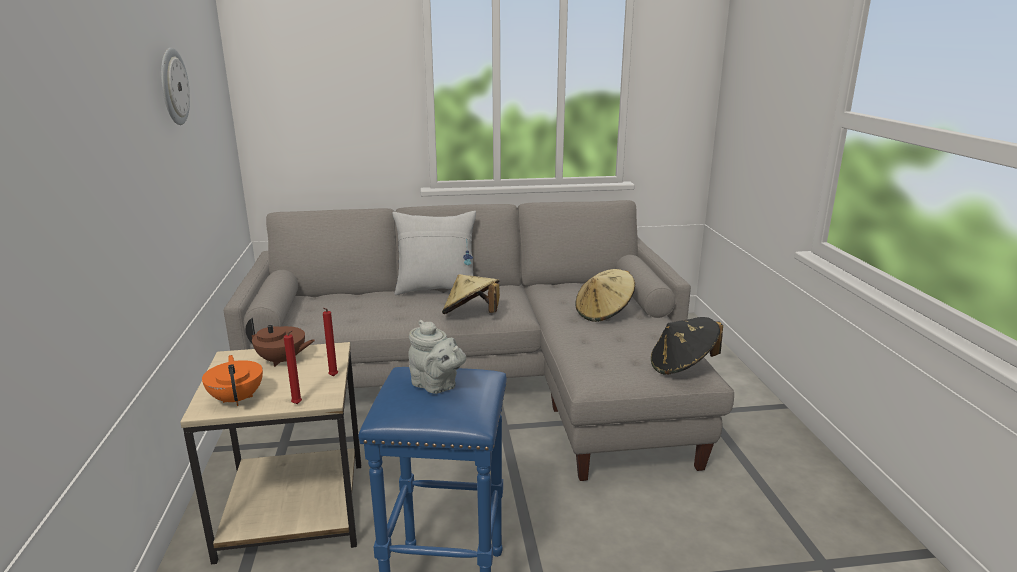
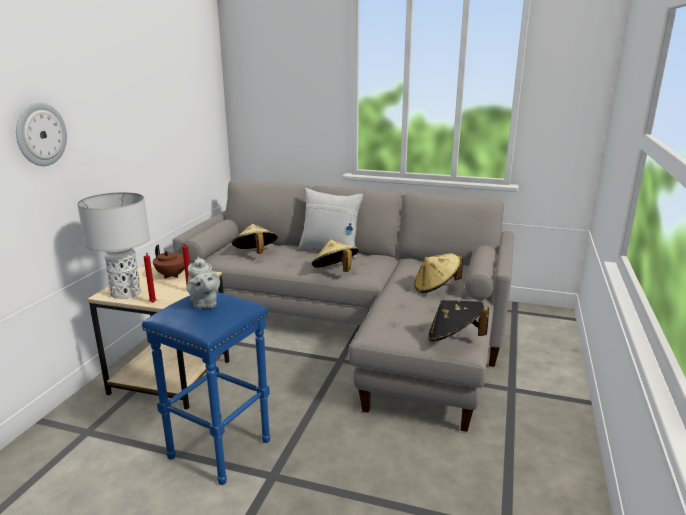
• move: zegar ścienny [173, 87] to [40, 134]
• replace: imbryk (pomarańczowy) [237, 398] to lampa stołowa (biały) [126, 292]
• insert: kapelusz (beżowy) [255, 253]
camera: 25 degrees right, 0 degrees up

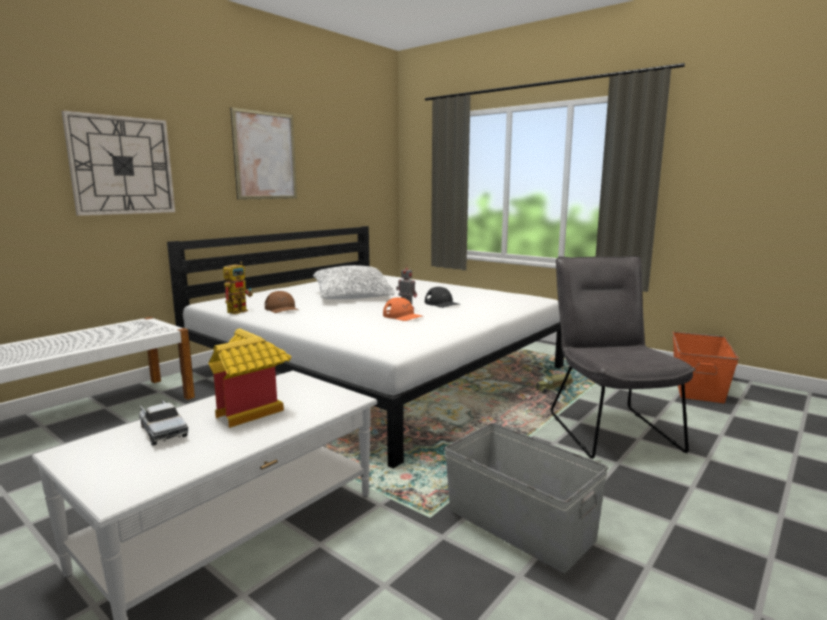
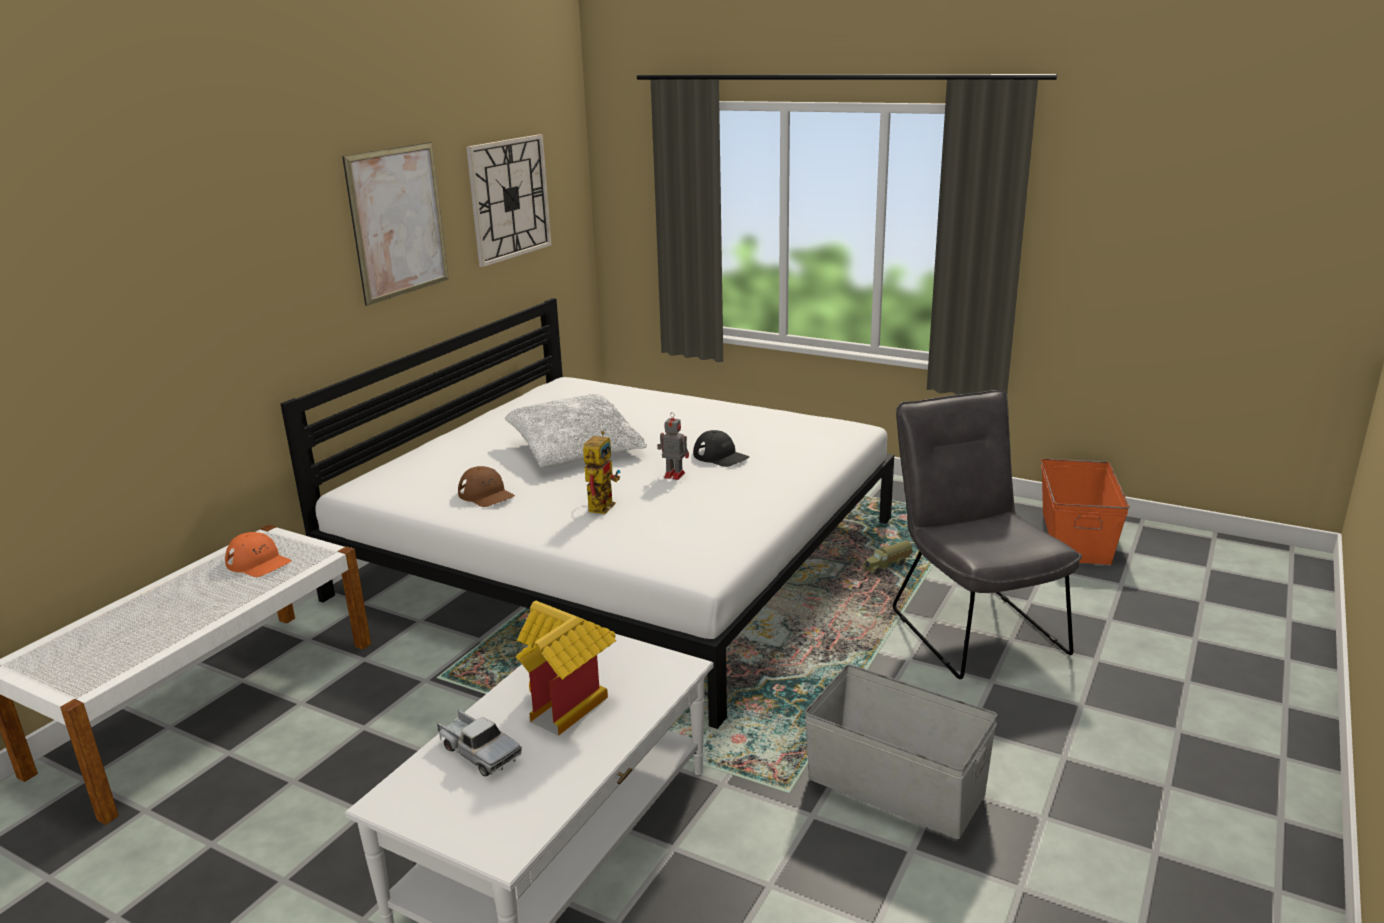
• move: zegar ścienny [122, 165] to [509, 199]
• move: robot zabawkowy [239, 310] to [601, 504]
• move: czapka z daszkiem (pomarańczowy) [403, 316] to [258, 562]
camera: 10 degrees left, 10 degrees up

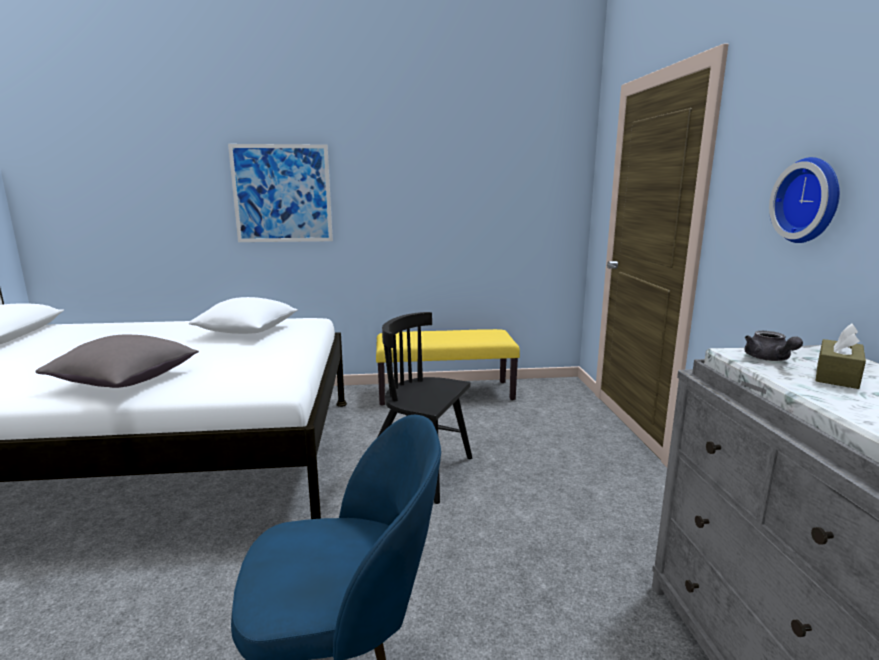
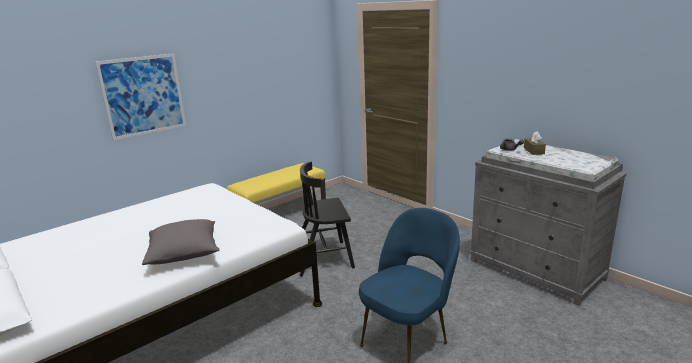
• delete: zegar ścienny [810, 200]
• delete: poduszka (biały) [248, 332]
camera: 35 degrees left, 5 degrees up

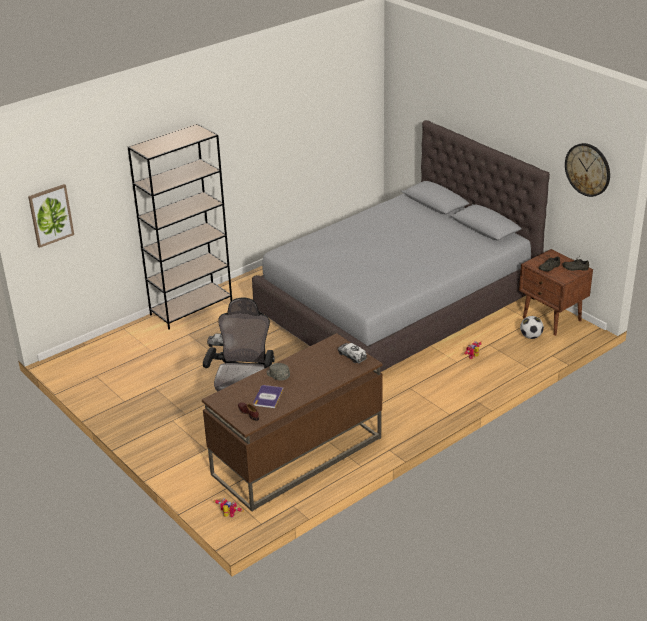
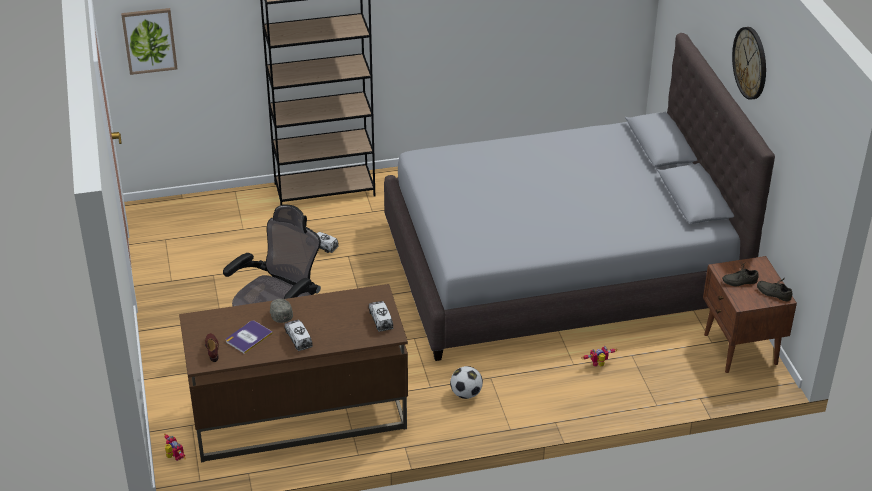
• move: zegar ścienny [588, 169] to [750, 63]
• move: piłka futbolowa [530, 336] to [466, 394]
• insert: ciężarówka zabawkowa [298, 339]
camera: 25 degrees right, 5 degrees up

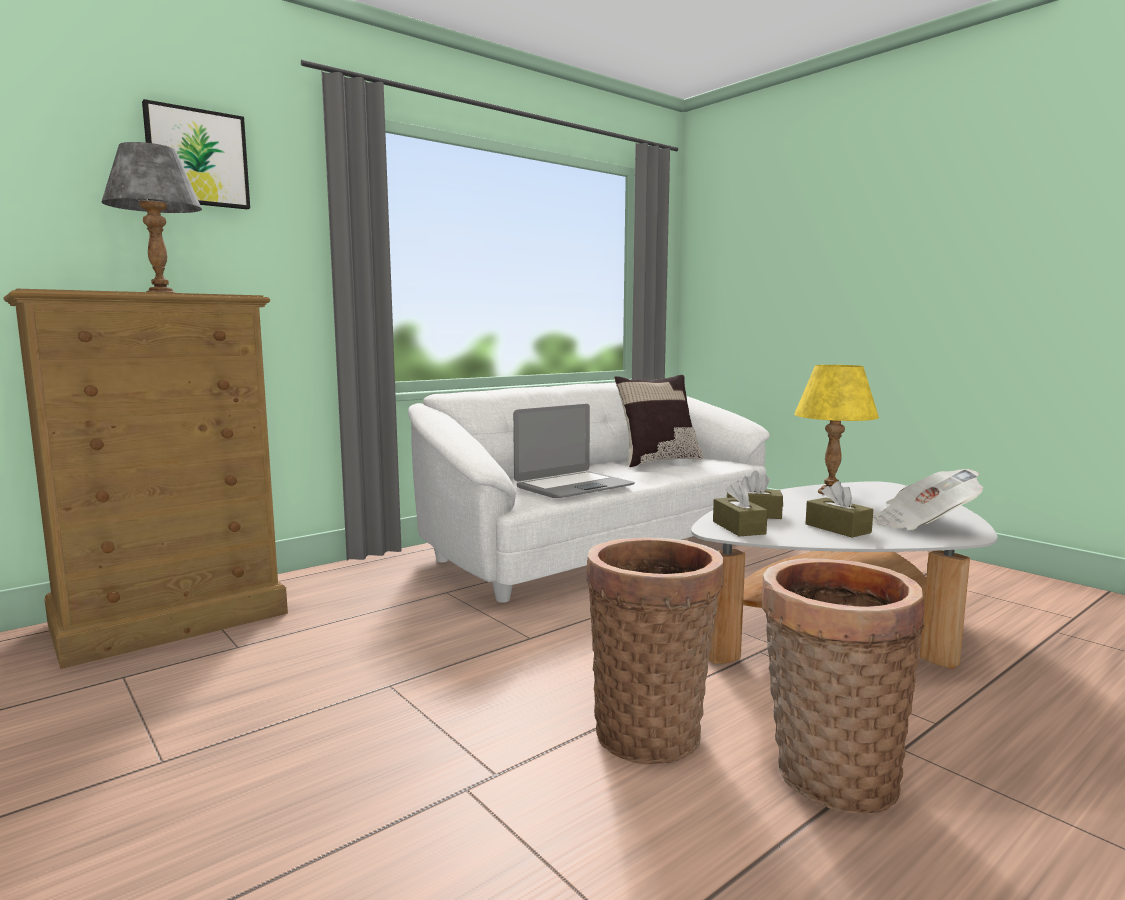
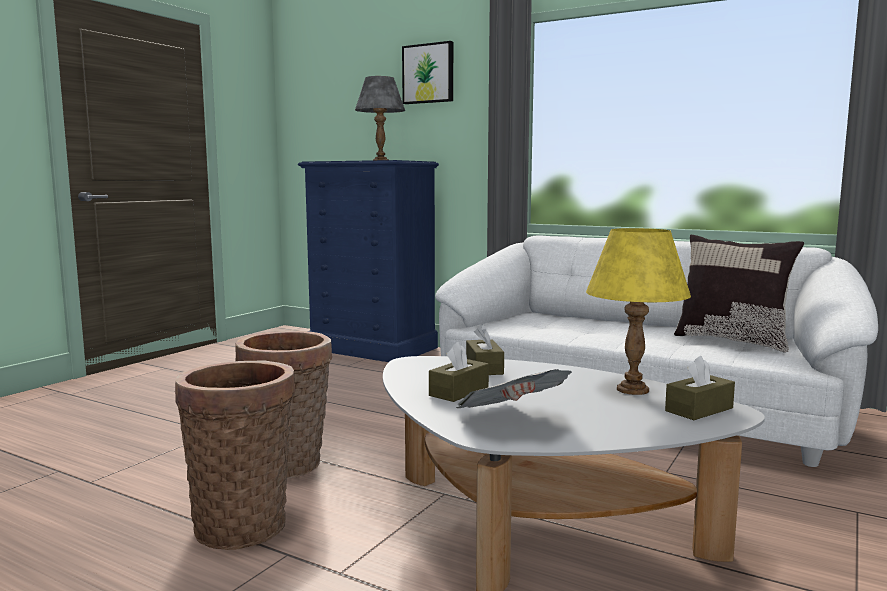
• recolor: komoda (brązowy) [172, 618] to komoda (niebieski) [373, 348]
• delete: laptop [573, 486]
• move: pudełko chusteczek (brązowy) [738, 527] to [699, 409]
camera: 70 degrees right, 0 degrees up

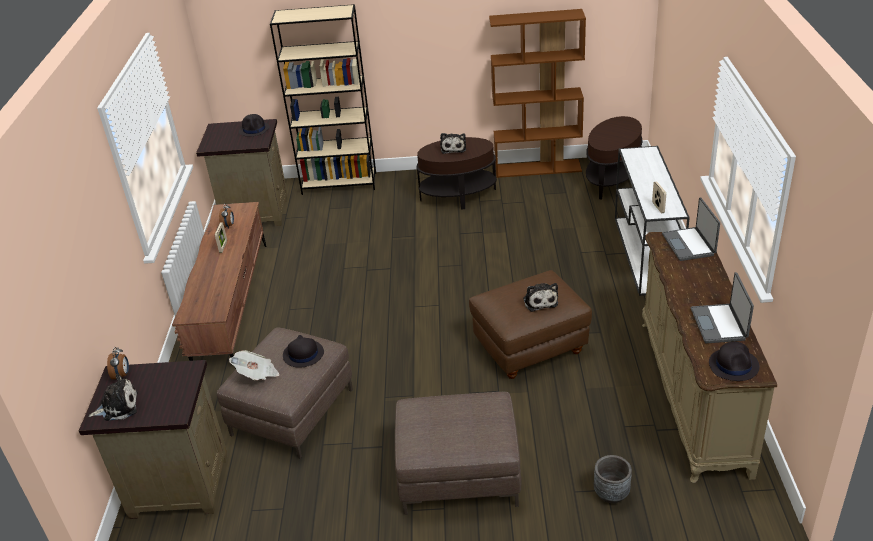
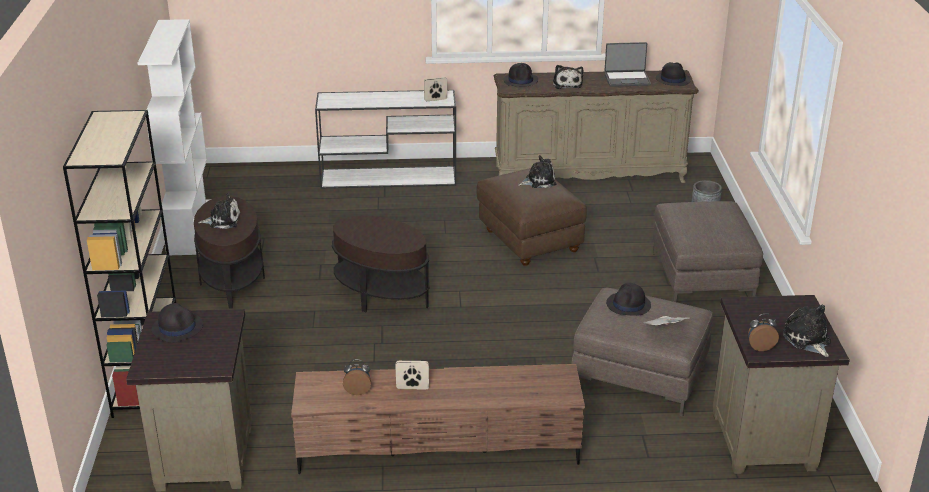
• recolor: regał (brązowy) [538, 168] to regał (biały) [189, 226]
• move: stolik (brązowy) [612, 180] to [381, 295]
• replace: laptop [689, 245] to kapelusz (czarny) [521, 80]
• insert: pluszak [567, 84]
camera: 95 degrees left, 5 degrees down

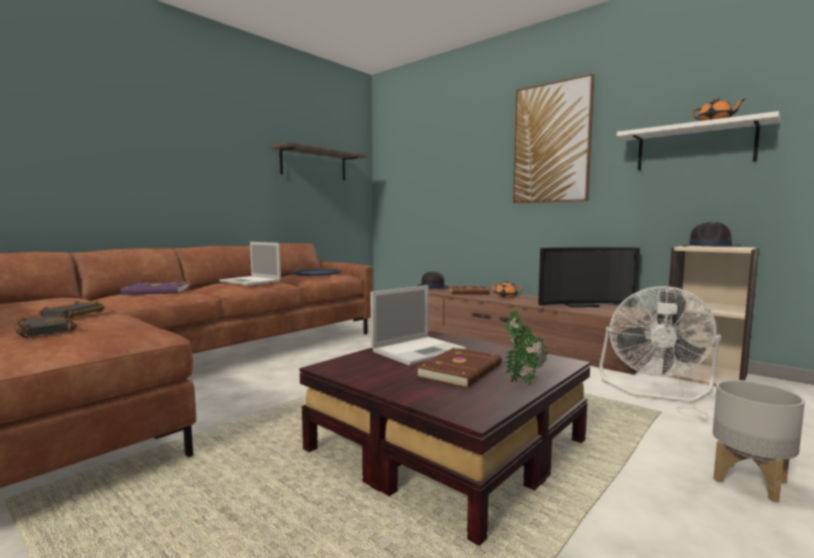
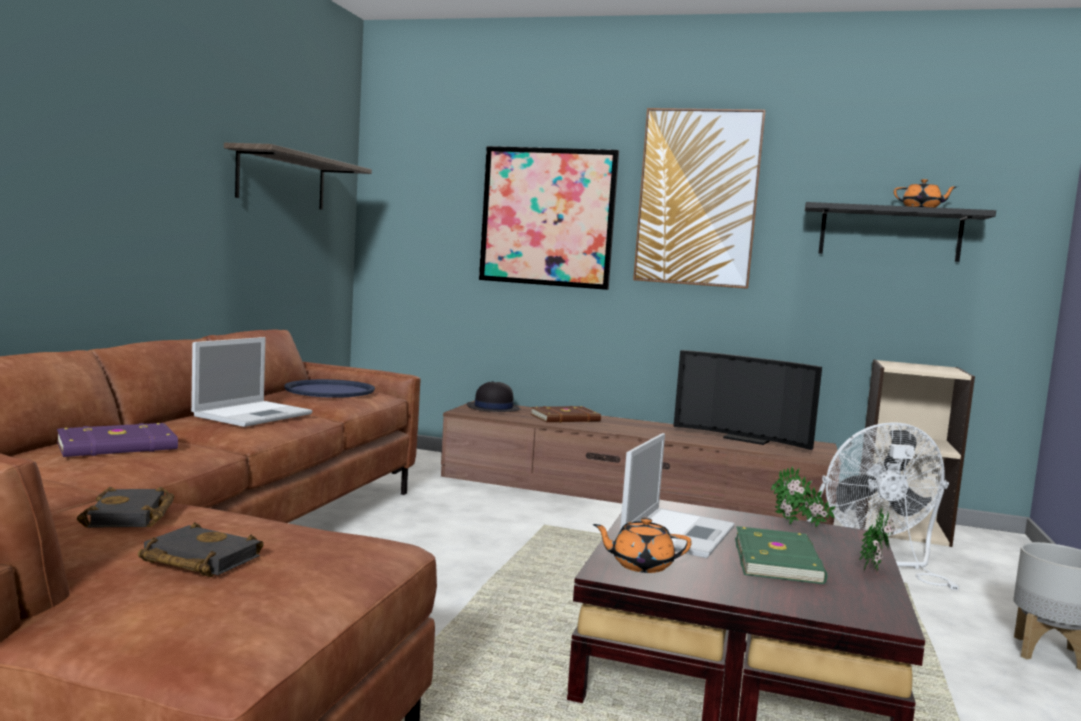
• recolor: półka (biały) [694, 147] to półka (czarny) [890, 233]
• delete: kapelusz (czarny) [710, 246]
• rotate: laptop [251, 281] = [254, 414] 75 degrees counterclockwise
• rotate: telewizor [581, 305] = [745, 439] 60 degrees clockwise
• move: imbryk (pomarańczowy) [505, 297] to [640, 565]
• recolor: książka (brązowy) [462, 371] to książka (zielony) [779, 560]
• insert: obraz [547, 217]
camera: 25 degrees left, 0 degrees up

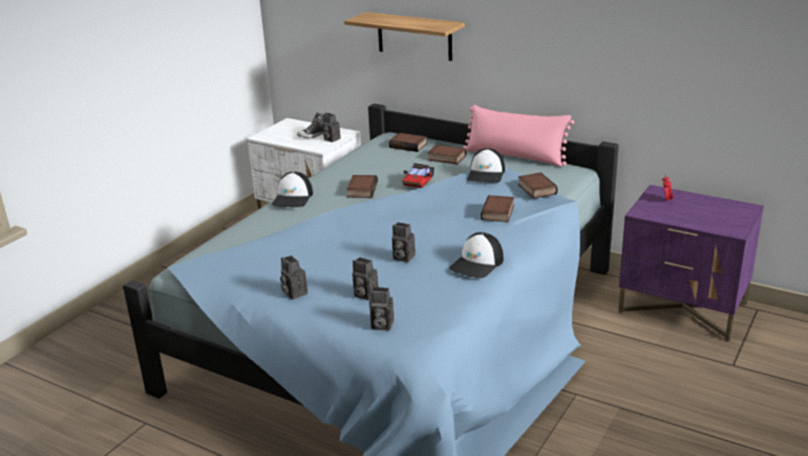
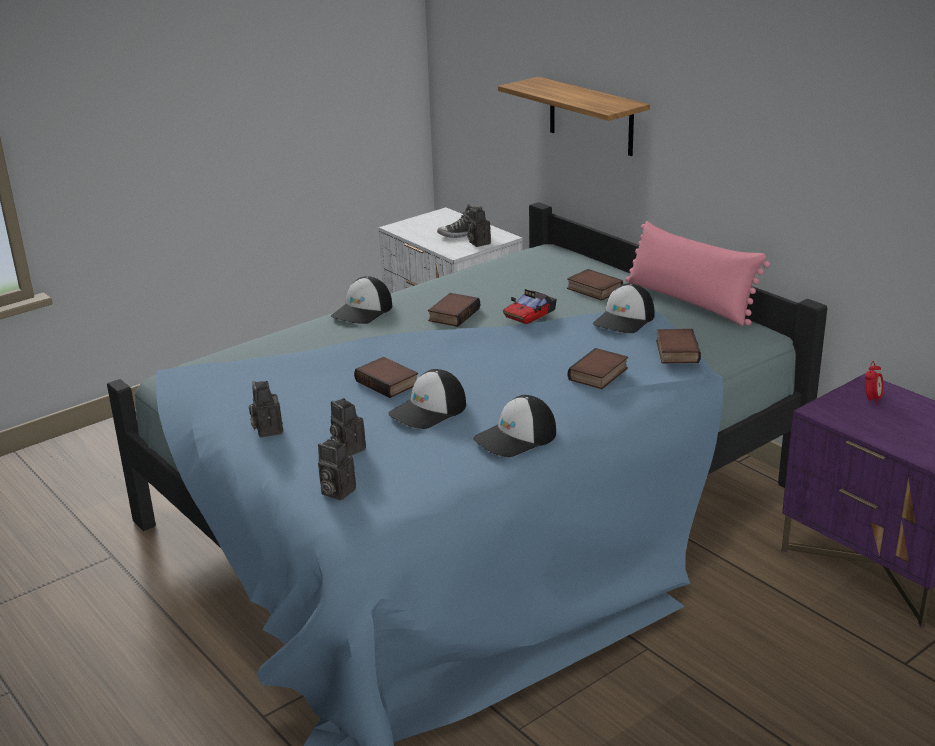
• move: książka [409, 145] to [389, 382]
• replace: aparat fotograficzny [402, 257] to czapka z daszkiem [429, 410]
camera: 20 degrees right, 0 degrees up

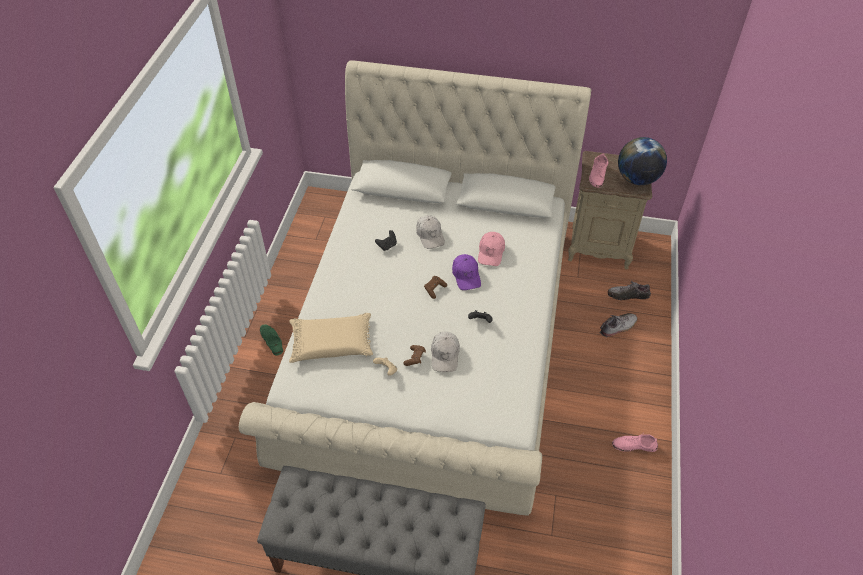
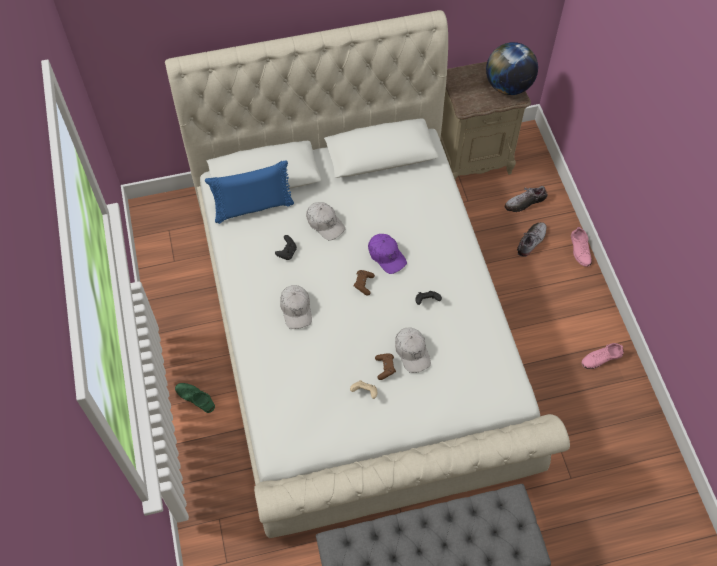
• move: but (różowy) [597, 175] to [580, 250]
• delete: czapka z daszkiem (różowy) [491, 252]
• delete: poduszka (beżowy) [331, 341]
• insert: poduszka (niebieski) [253, 207]
• insert: czapka z daszkiem (biały) [296, 309]
camera: 25 degrees left, 10 degrees up

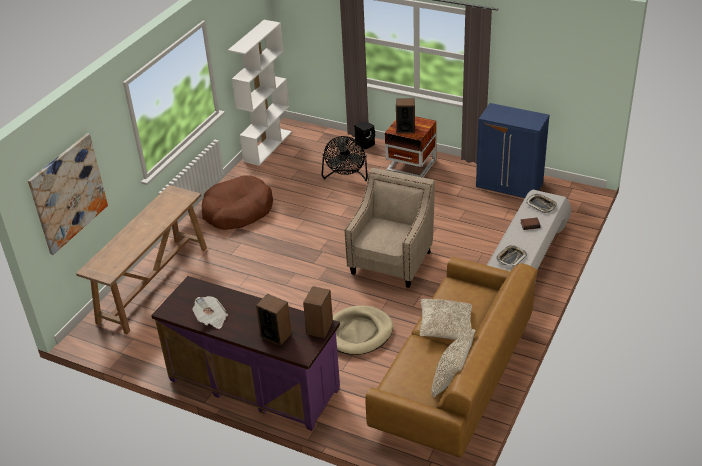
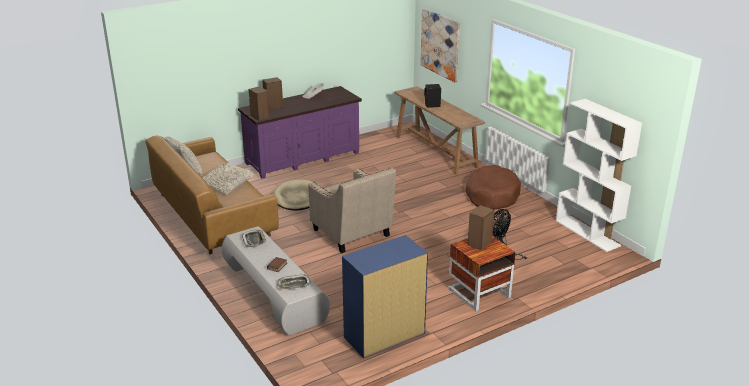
• move: głośnik (czarny) [365, 144] to [432, 105]
camera: 120 degrees right, 10 degrees down

